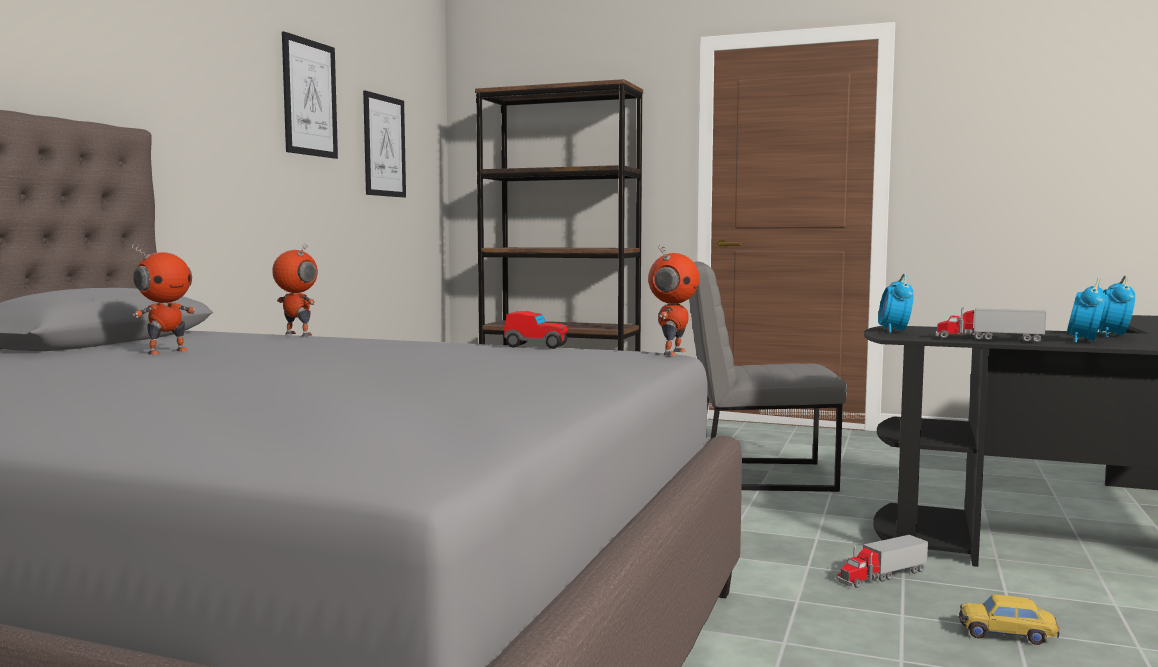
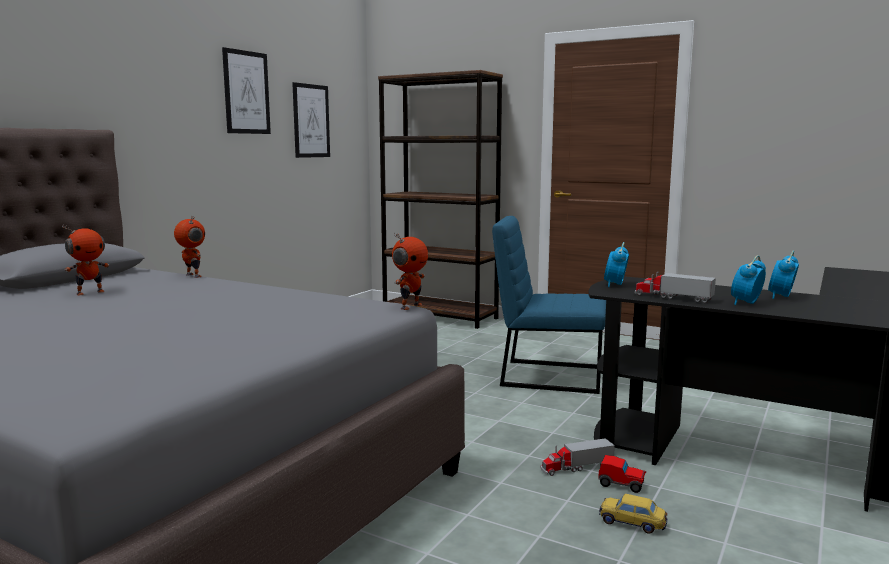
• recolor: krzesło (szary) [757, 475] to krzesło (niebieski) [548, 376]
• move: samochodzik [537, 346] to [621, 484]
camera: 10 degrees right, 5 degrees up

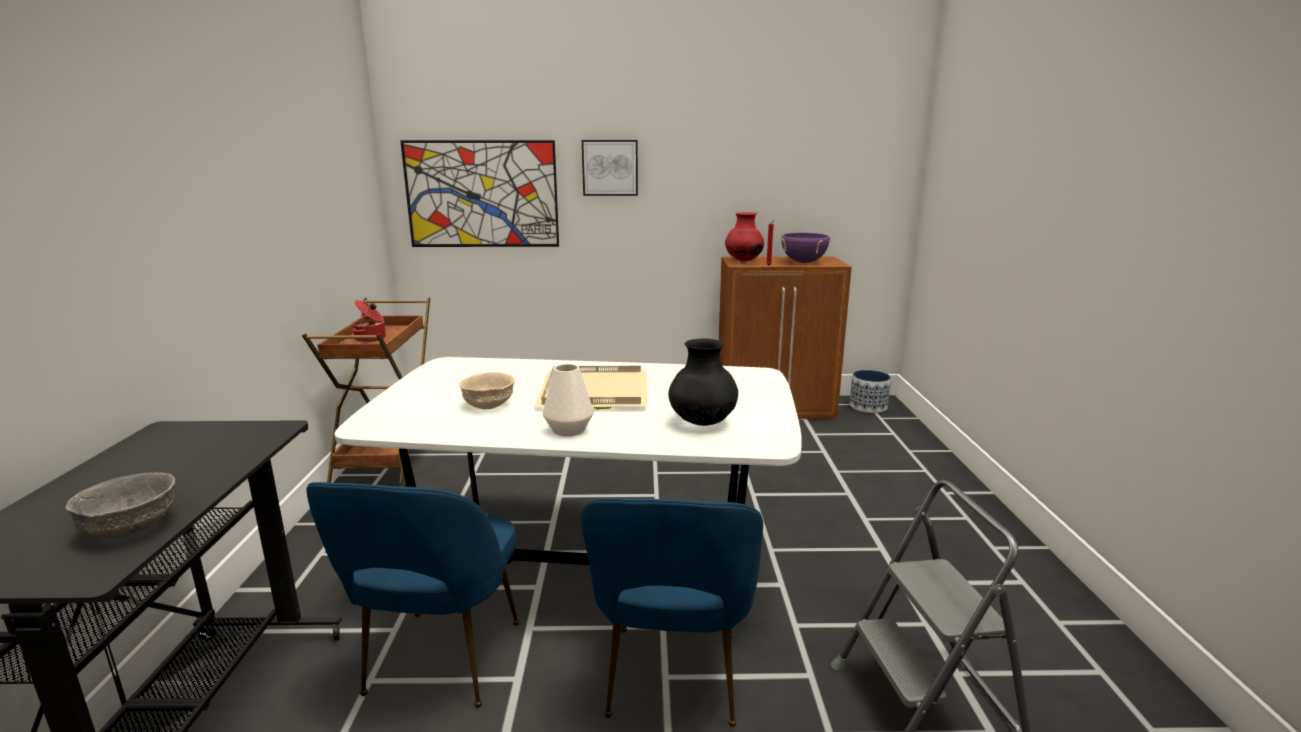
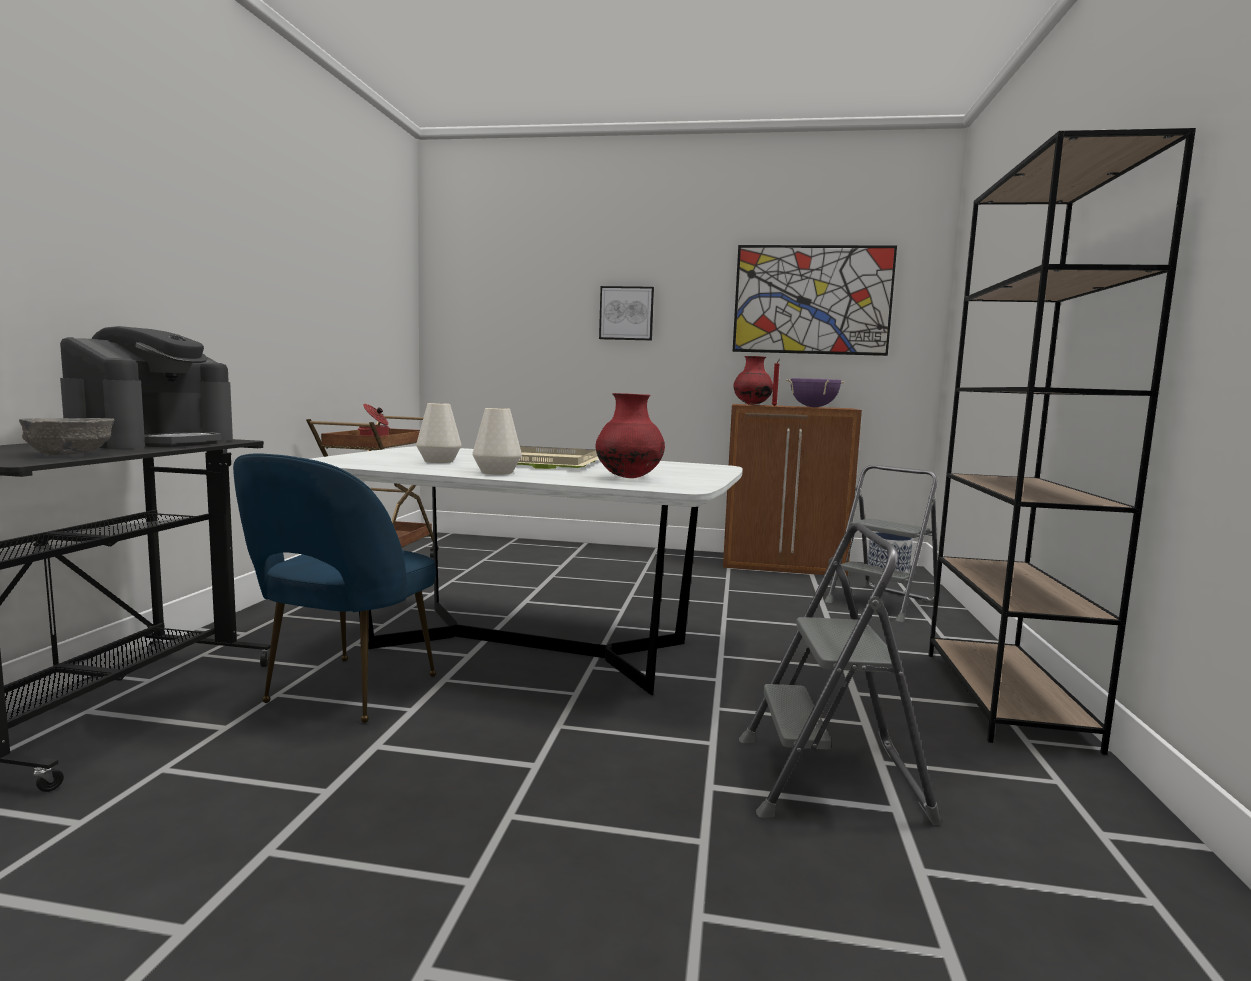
• move: obraz [482, 194] to [812, 300]
• recolor: wazon (czarny) [702, 423] to wazon (czerwony) [629, 478]
• replace: miska (beżowy) [489, 405] to wazon (biały) [439, 461]
• delete: krzesło (niebieski) [671, 685]
• insert: regał (beżowy) [1006, 698]
• insert: ekspres do kawy [154, 442]
• insert: drabinka (szary) [885, 602]
camera: 10 degrees right, 10 degrees down

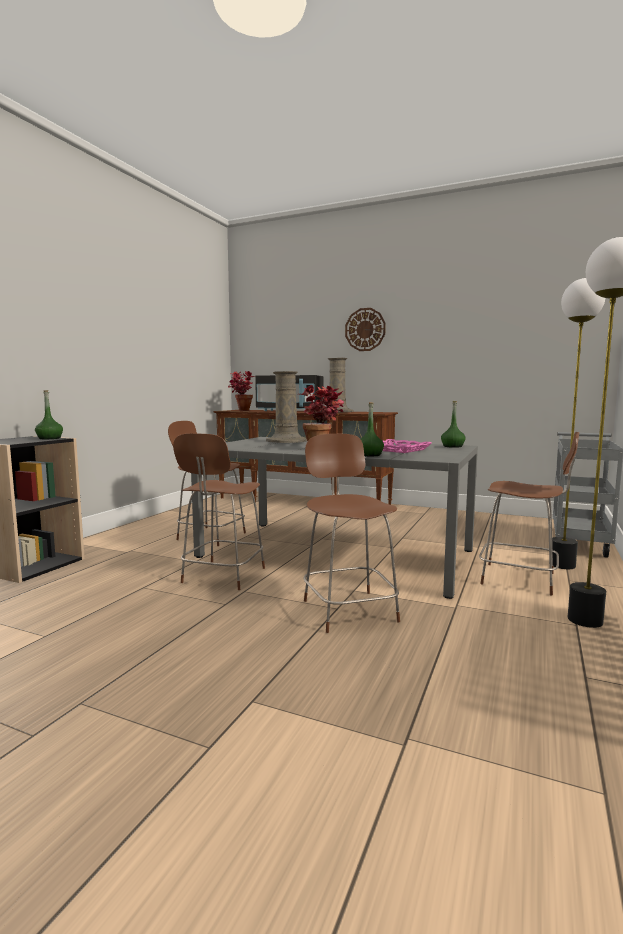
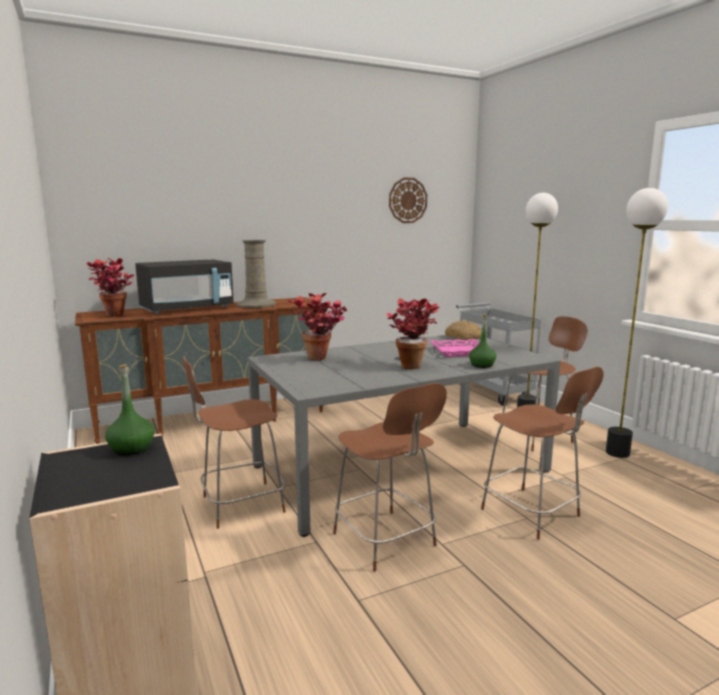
• move: zegar ścienny [365, 329] to [407, 200]
• replace: wazon (beżowy) [287, 441] to roślina doniczkowa [321, 360]
• replace: butelka (zielony) [452, 446] to chleb [464, 337]
• rotate: krzesło (brązowy) [348, 609] = [533, 514] 150 degrees counterclockwise
camera: 50 degrees left, 5 degrees up

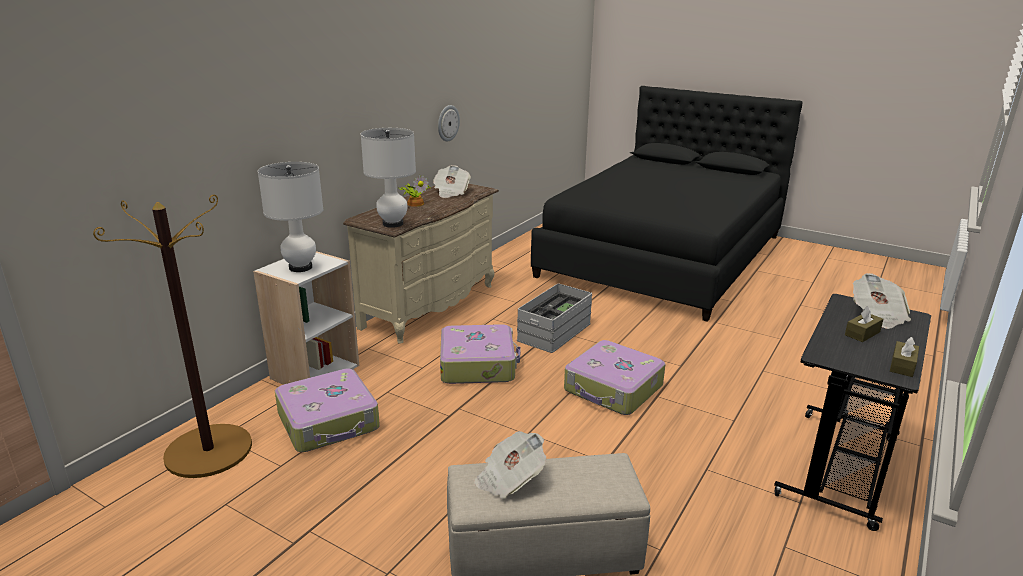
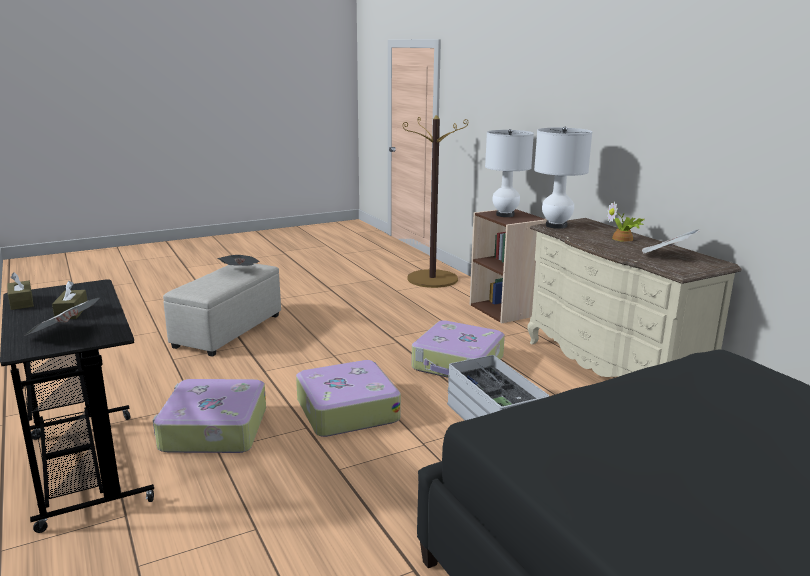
• delete: zegar ścienny [447, 123]
• recolor: regał (biały) [315, 371] to regał (brązowy) [505, 310]
• move: walizka [329, 422] to [213, 430]
camera: 120 degrees right, 5 degrees down

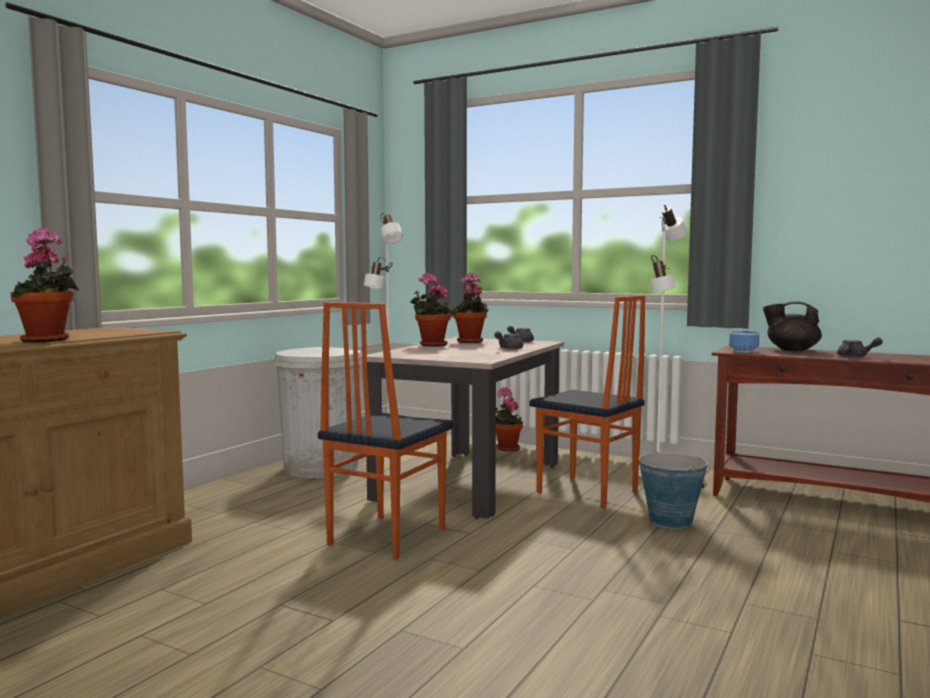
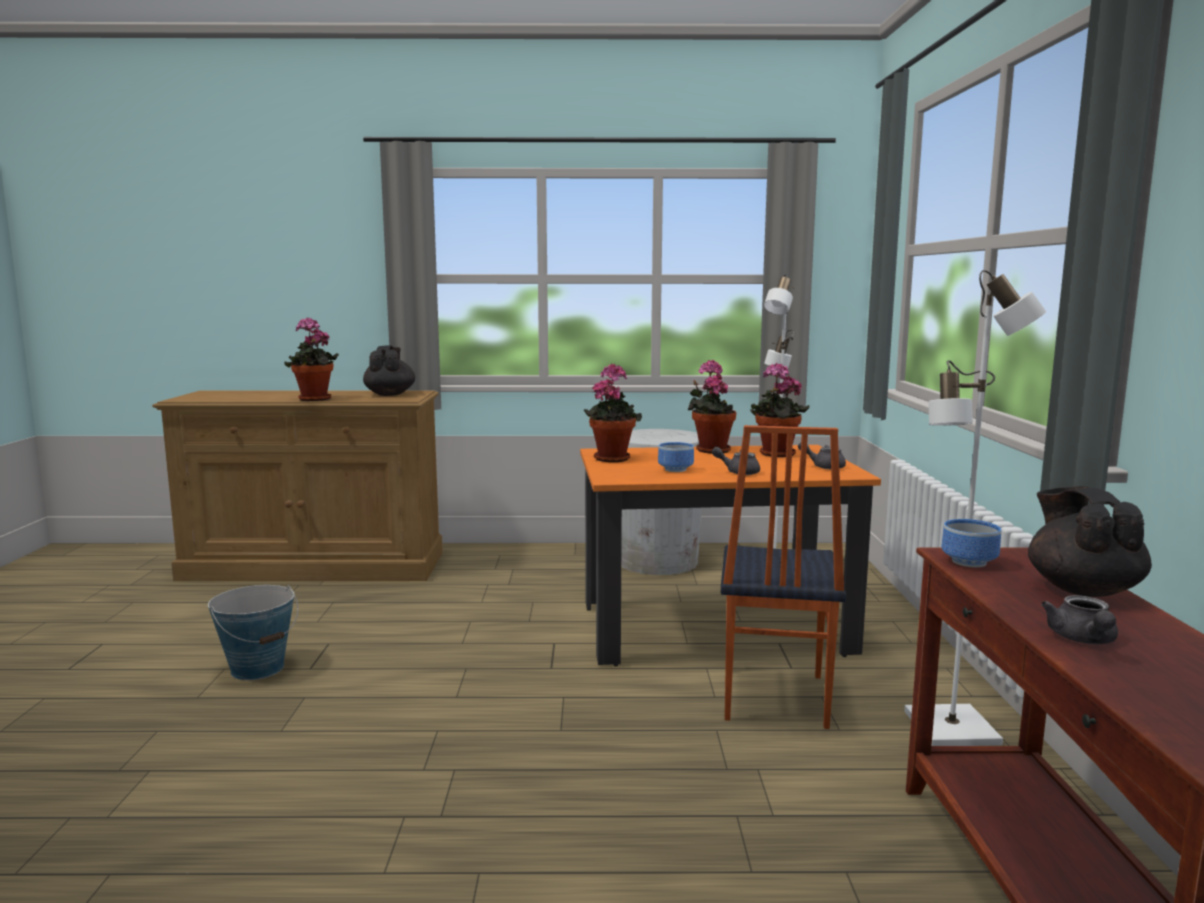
• delete: krzesło [385, 537]
• recolor: stół jadalny (beżowy) [470, 482] to stół jadalny (pomarańczowy) [713, 628]
• move: roślina doniczkowa [506, 448] to [612, 458]
• move: wiadro [670, 521] to [258, 668]
• insert: imbryk (czarny) [390, 394]
• insert: miska [674, 470]
camera: 60 degrees right, 5 degrees up

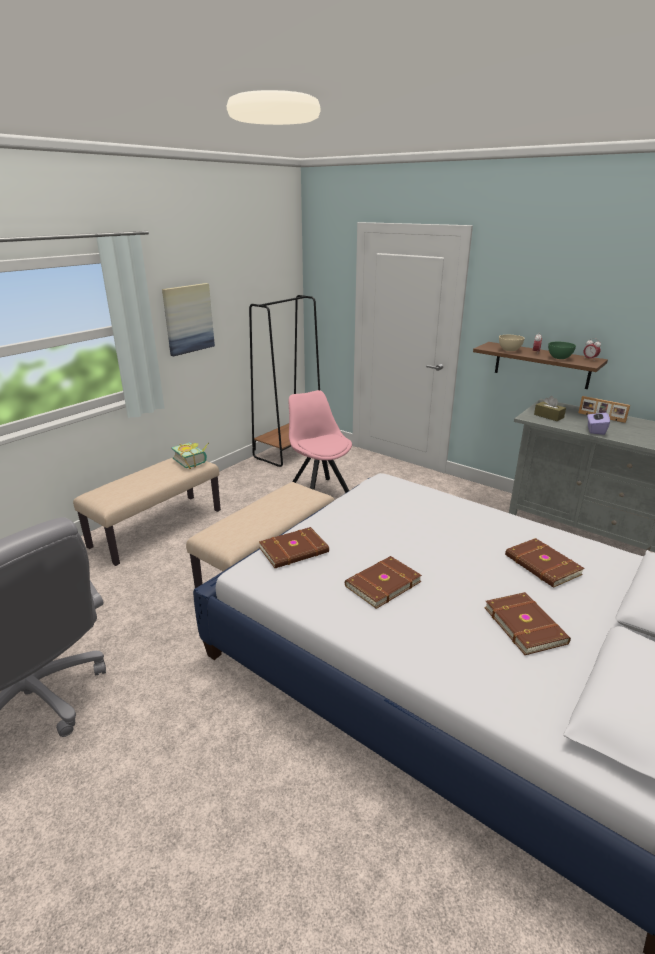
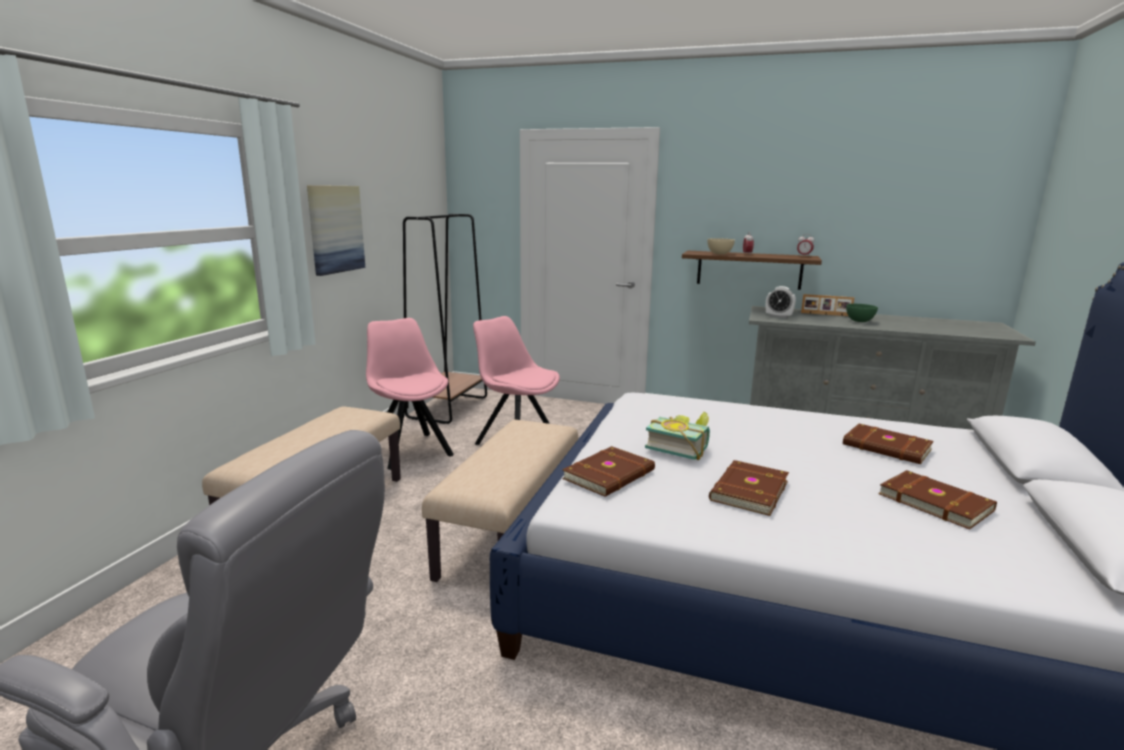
• move: miska (zielony) [559, 358] to [859, 321]
• replace: pudełko chusteczek (brązowy) [548, 416] to budzik [778, 316]
• delete: pudełko chusteczek (fioletowy) [595, 430]
• move: książka [193, 461] to [679, 448]
• insert: krzesło (różowy) [410, 450]
camera: 20 degrees left, 10 degrees down

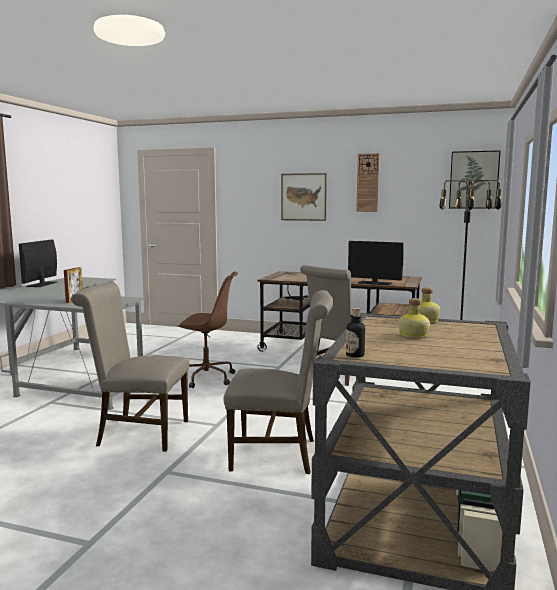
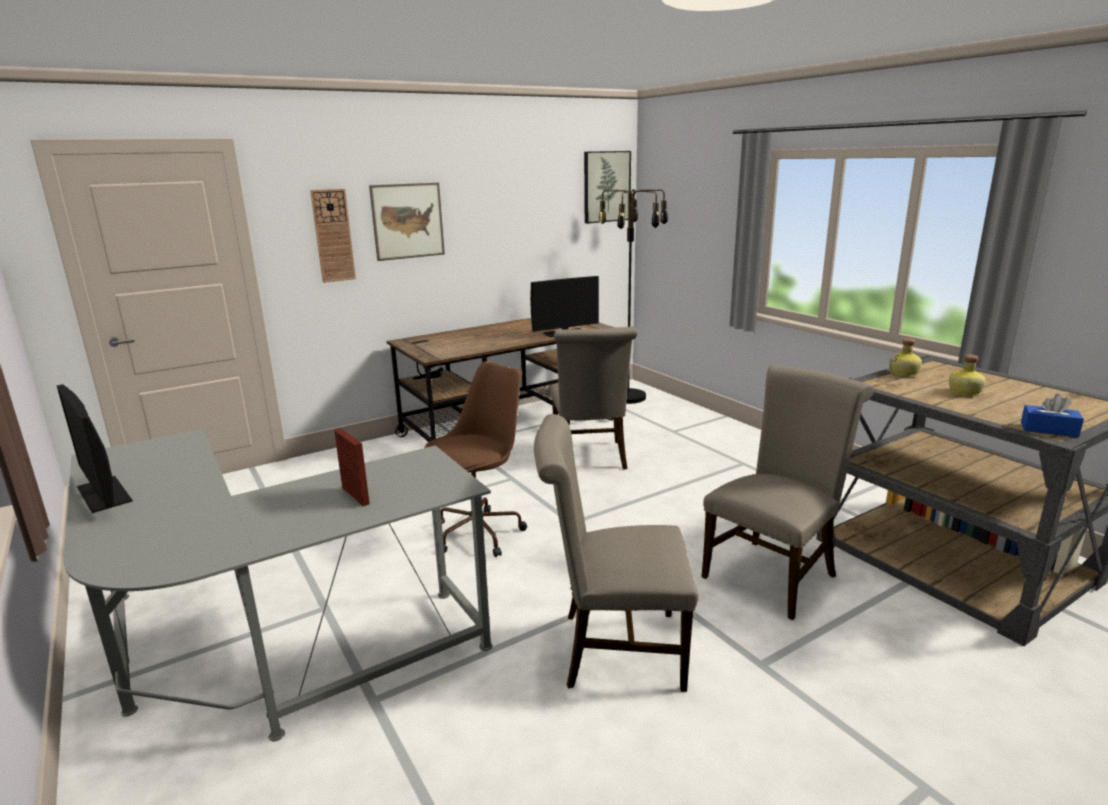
• move: zegar ścienny [368, 183] to [333, 235]
• rotate: krzesło (beżowy) [137, 433] = [612, 649] 45 degrees clockwise
• replace: butelka [355, 355] to pudełko chusteczek (niebieski) [1049, 430]
camera: 50 degrees left, 10 degrees up

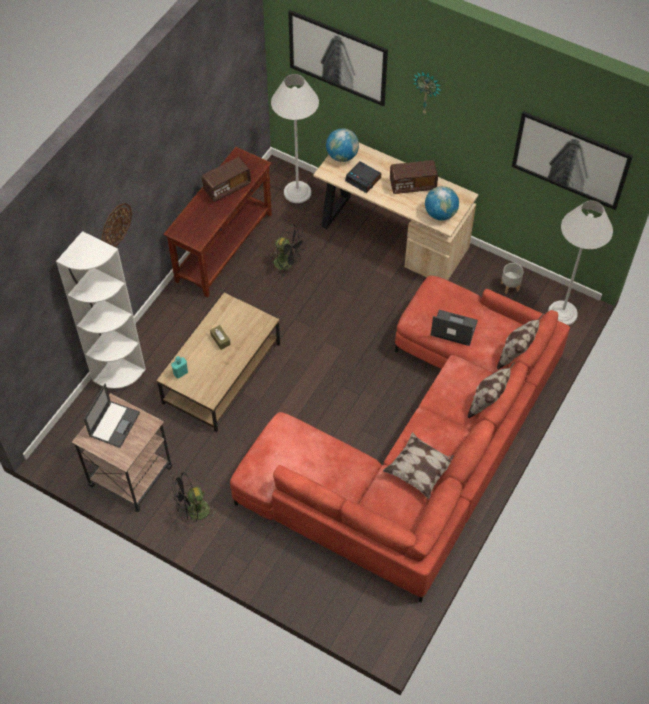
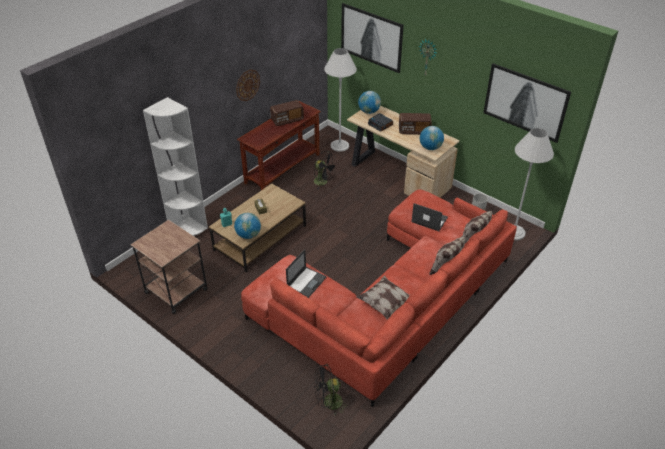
• move: zegar ścienny [116, 225] to [247, 85]
• move: laptop [114, 423] to [306, 282]
• move: wentylator (czarny) [193, 513] to [328, 403]
• insert: globus [248, 235]
camera: 10 degrees right, 15 degrees down

